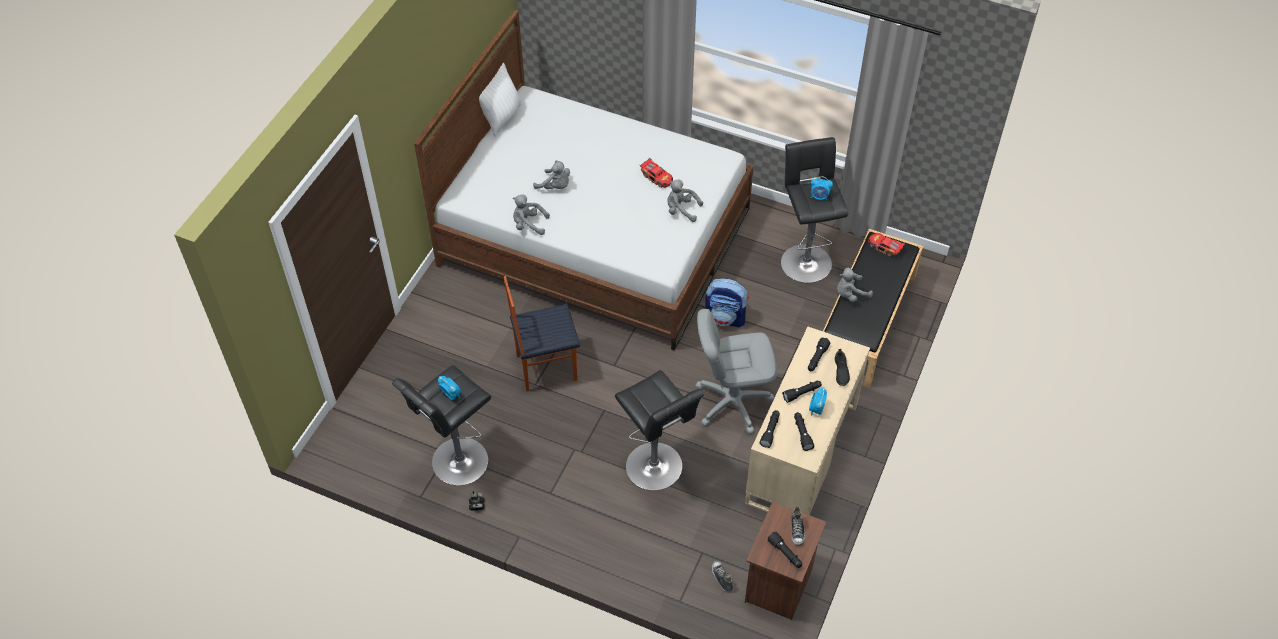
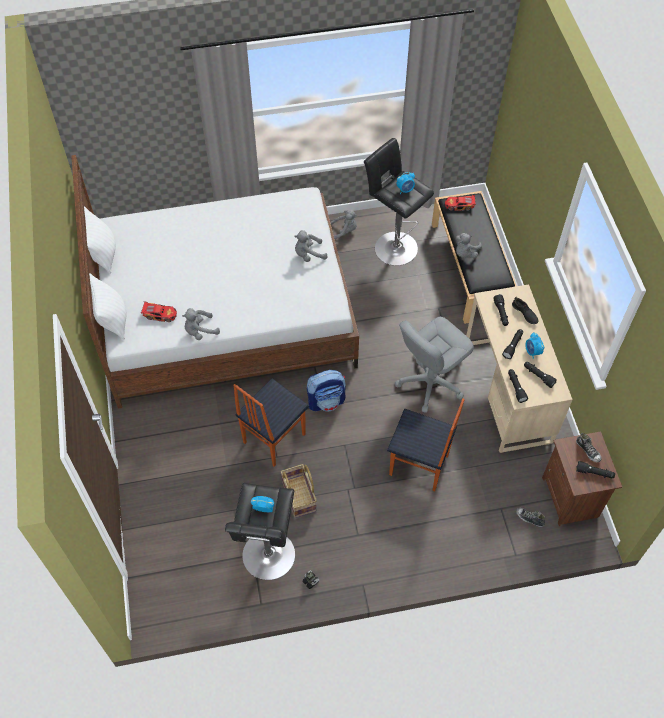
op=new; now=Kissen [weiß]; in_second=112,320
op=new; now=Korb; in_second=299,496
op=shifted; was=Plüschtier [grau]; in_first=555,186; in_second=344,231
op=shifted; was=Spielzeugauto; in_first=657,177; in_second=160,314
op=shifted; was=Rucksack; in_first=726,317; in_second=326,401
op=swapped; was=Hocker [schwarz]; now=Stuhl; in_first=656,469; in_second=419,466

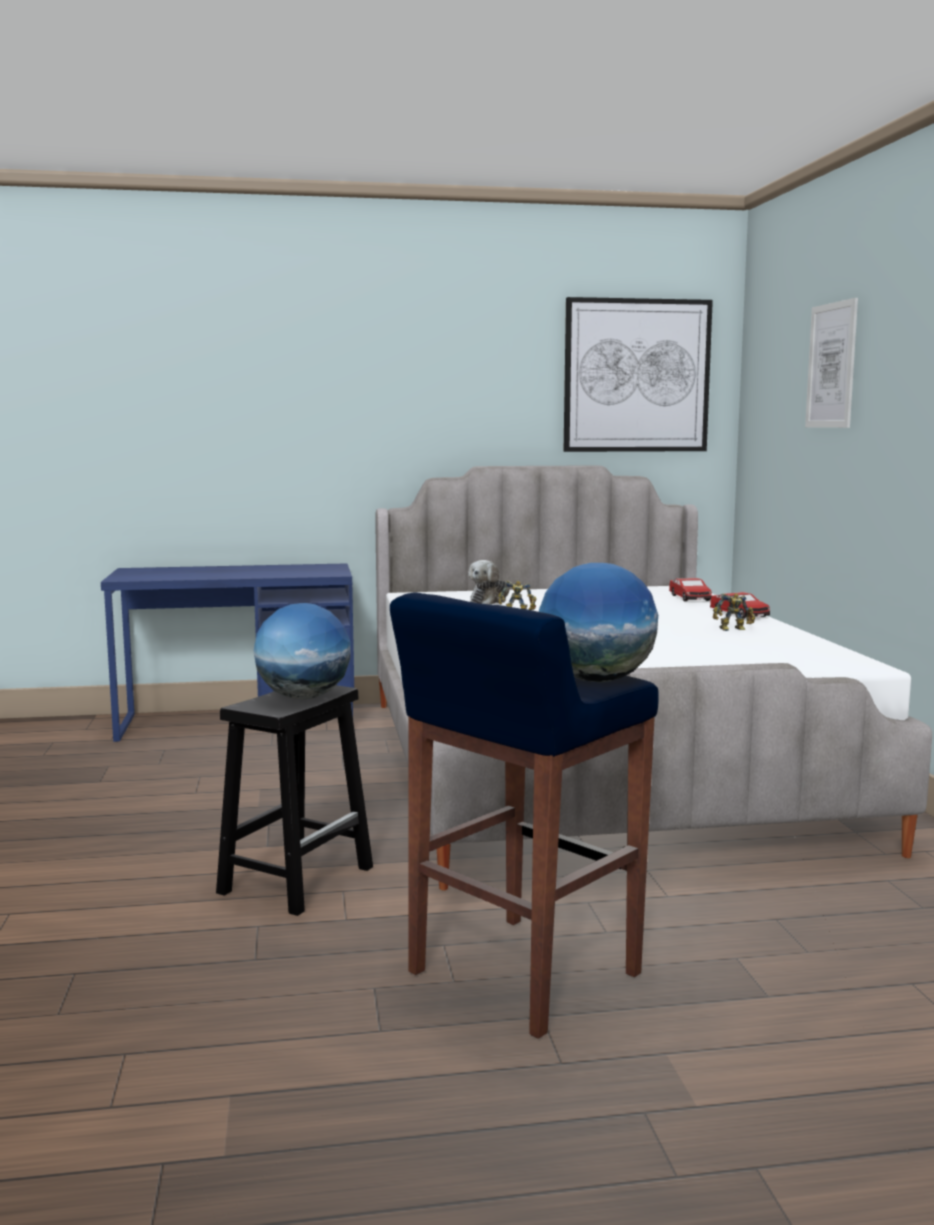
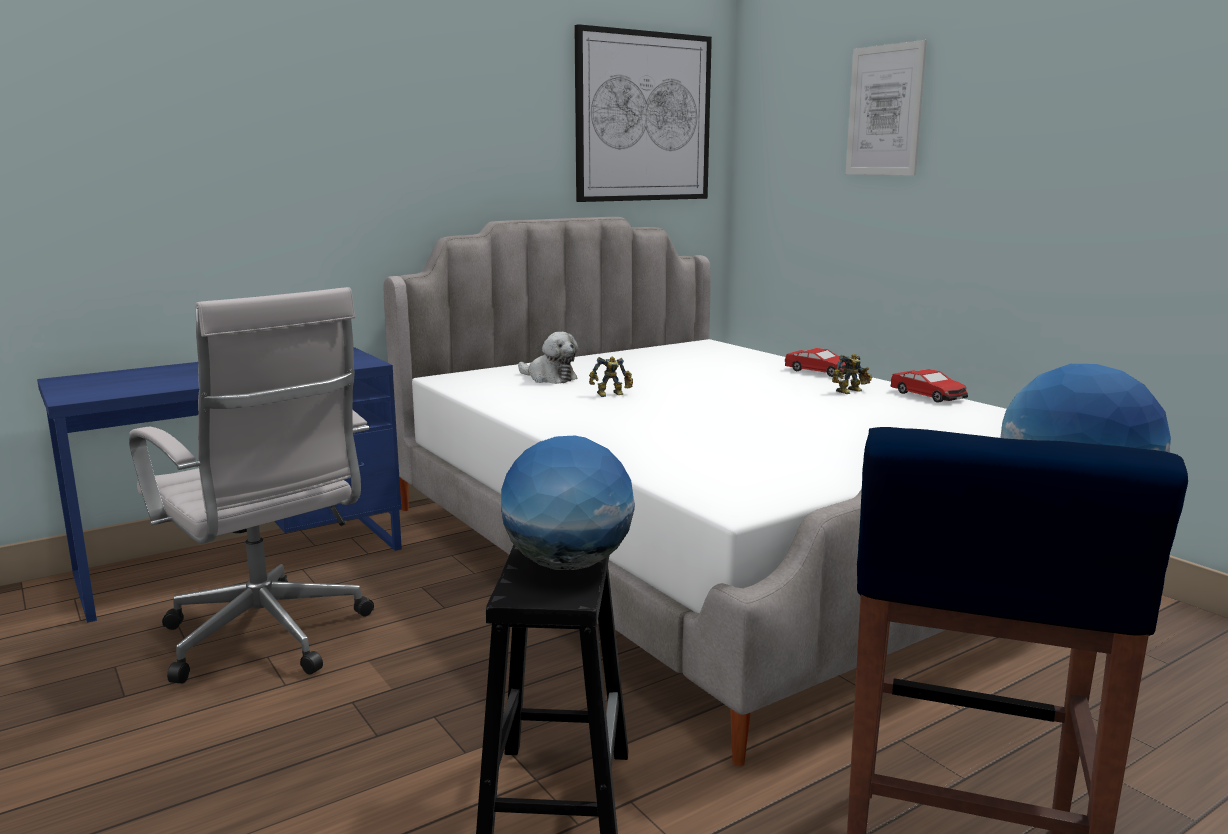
op=new; now=Bürostuhl [weiß]; in_second=269,639
op=shifted; was=Spielzeugauto; in_first=690,598; in_second=928,395
op=rotated; was=Plüschtier; in_first=489,600; in_second=549,378; clockwise=-60

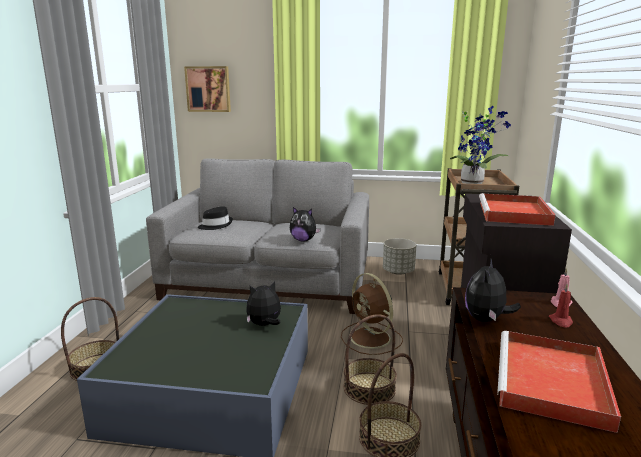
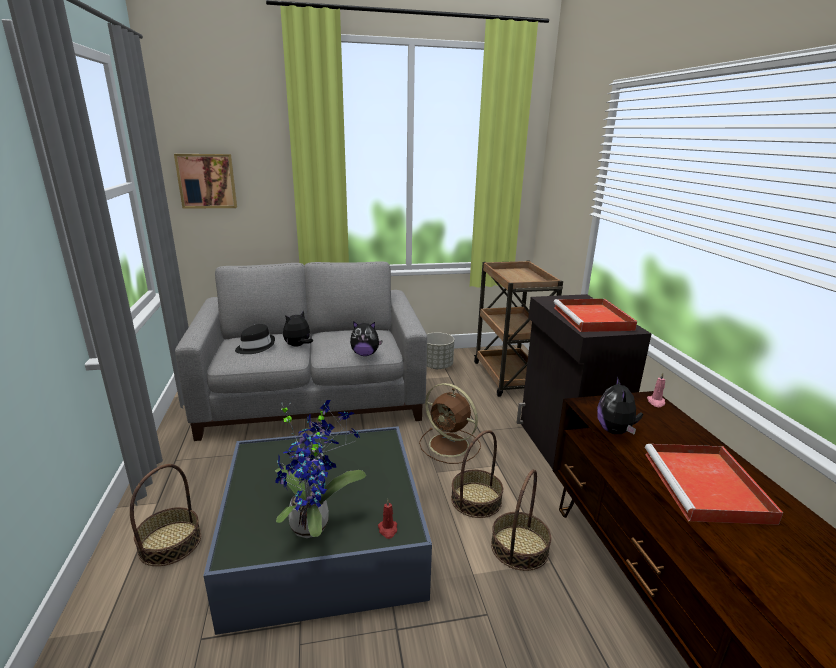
op=shifted; was=Plüschtier; in_first=264,325; in_second=298,346
op=shifted; was=Topfpflanze; in_first=474,183; in_second=314,523
op=shifted; was=Kerze [rot]; in_first=561,321; in_second=388,530

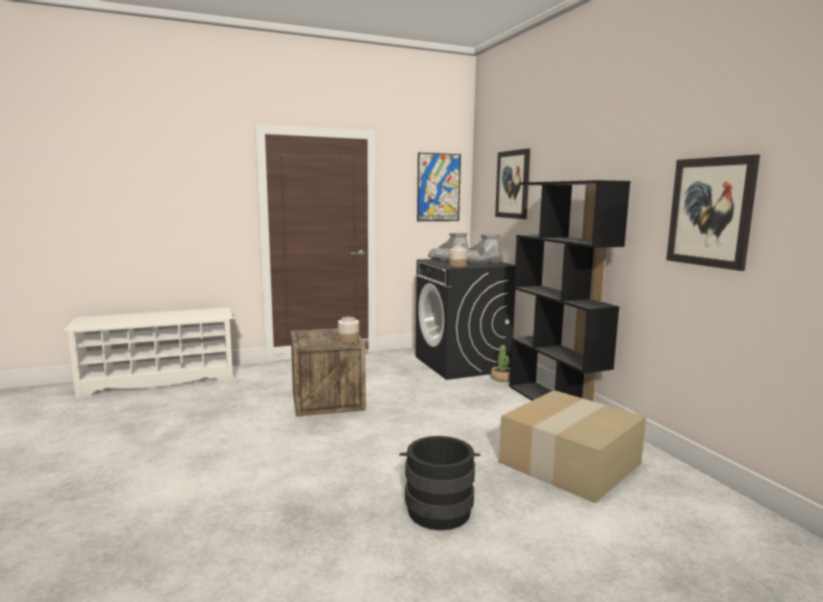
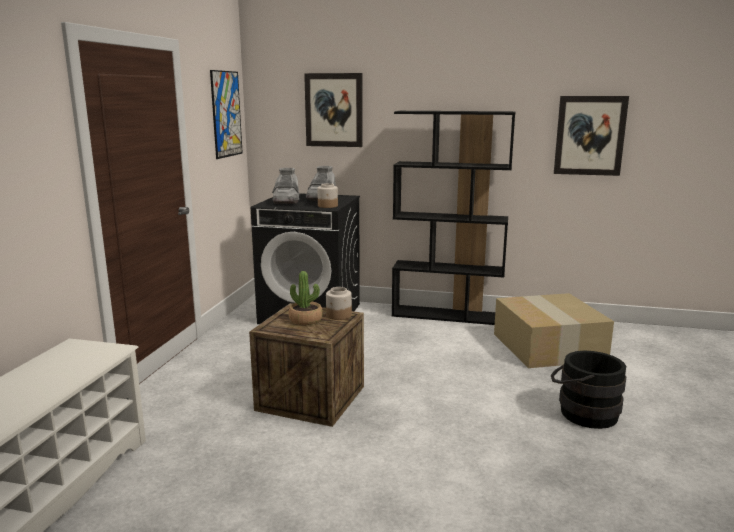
op=shifted; was=Topfpflanze; in_first=502,379; in_second=305,320

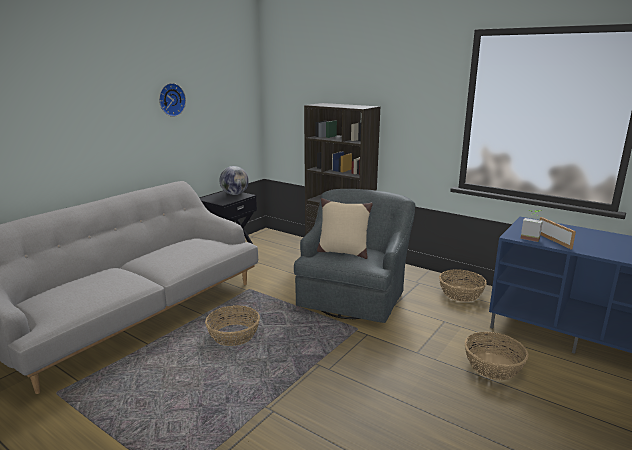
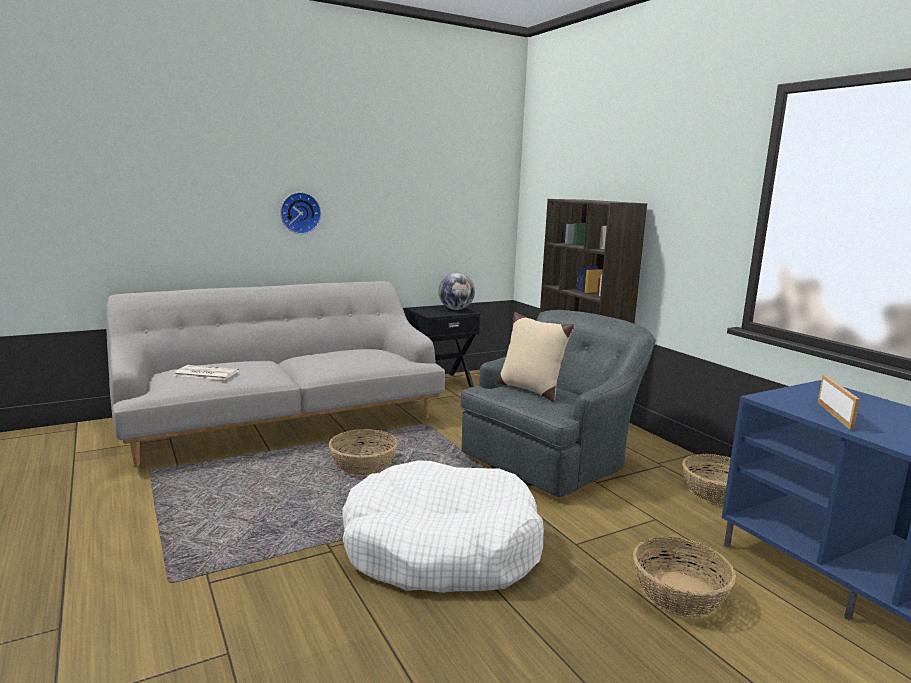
op=gone; was=Topfpflanze; in_first=530,238
op=new; now=Zeitung; in_second=205,373
op=new; now=Hundebett [weiß]; in_second=441,548
op=shifted; was=Wanduhr; in_first=171,99; in_second=300,213

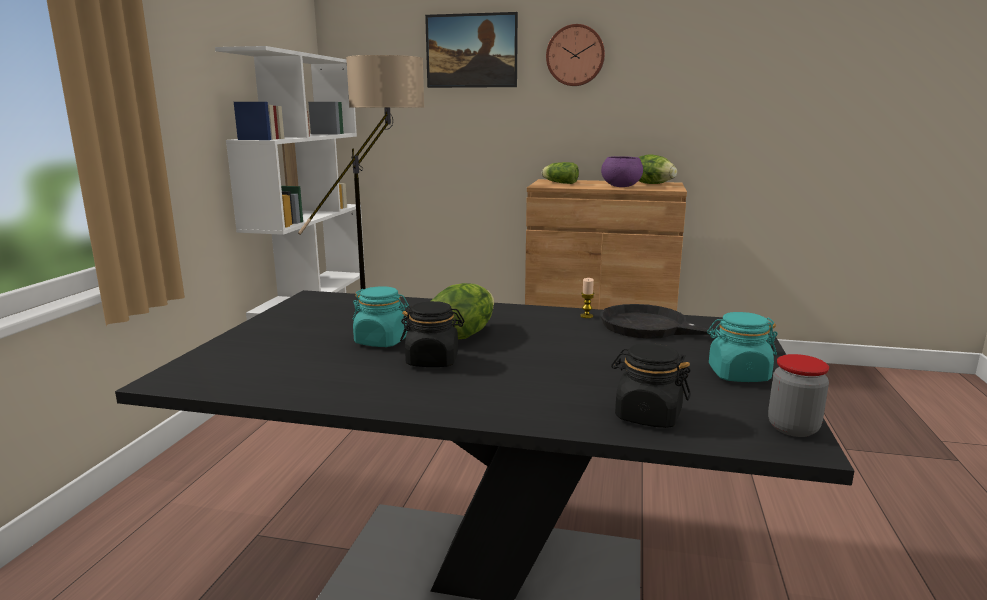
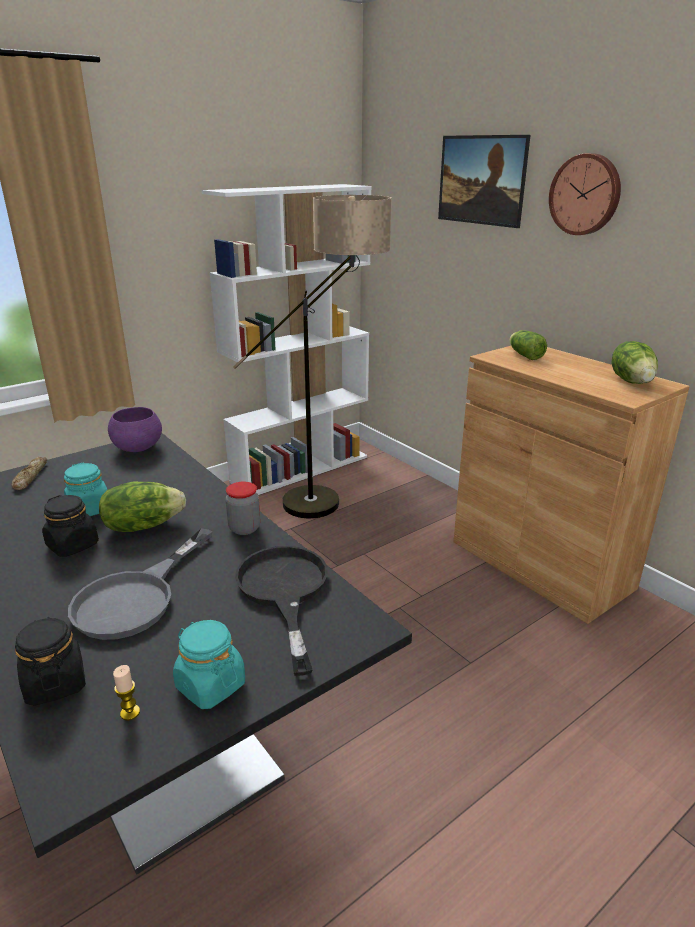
op=new; now=Brot; in_second=30,477
op=new; now=Pfanne [grau]; in_second=136,597
op=shifted; was=Kerze; in_first=586,316; in_second=130,712
op=shifted; was=Schüssel [lila]; in_first=621,186; in_second=137,448
op=shifted; was=Vorratsglas; in_first=793,428; in_second=244,528

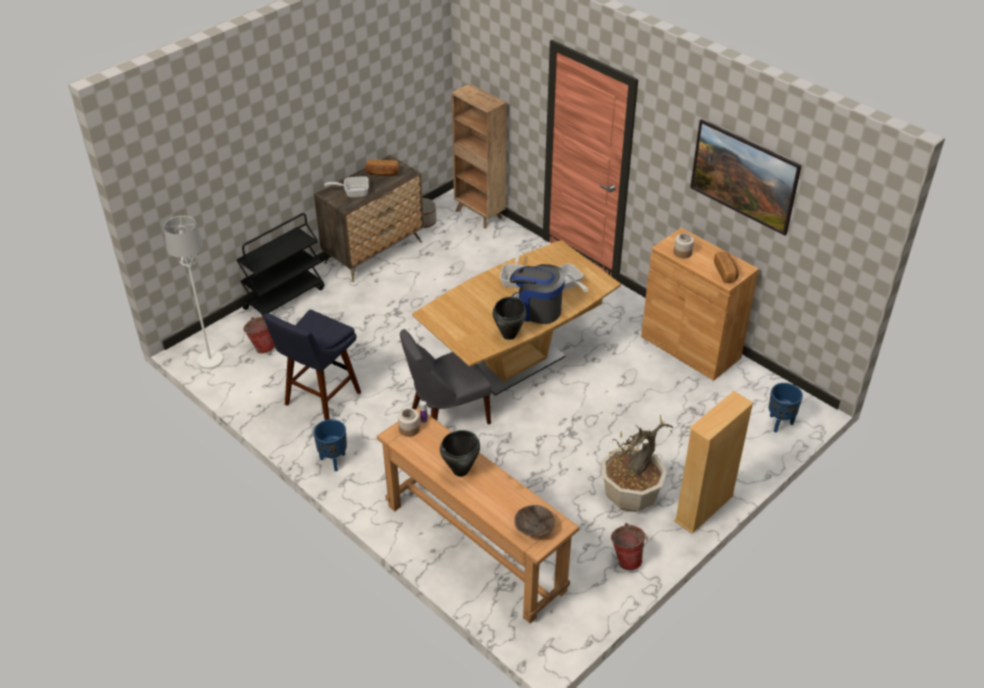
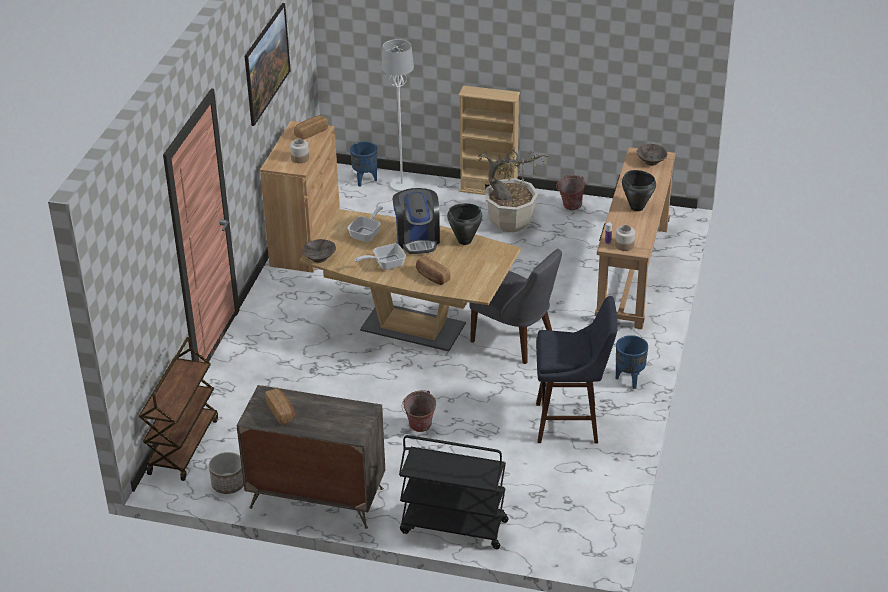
op=gone; was=Pfanne; in_first=353,193
op=new; now=Schüssel [braun]; in_second=319,258
op=new; now=Brot; in_second=432,277
op=shifted; was=Stehlampe [weiß]; in_first=210,360; in_second=401,185
op=shifted; was=Eimer; in_first=262,346; in_second=419,428
op=swapped; was=Bücherregal [braun]; now=Rollwagen [braun]; in_first=479,215; in_second=183,446

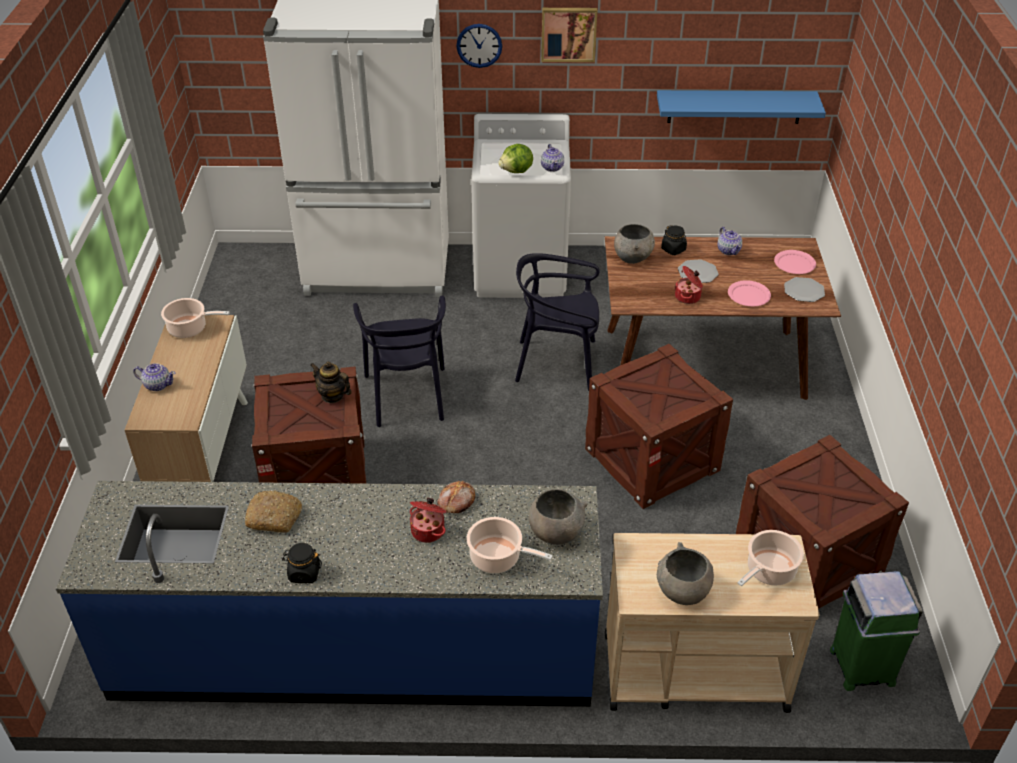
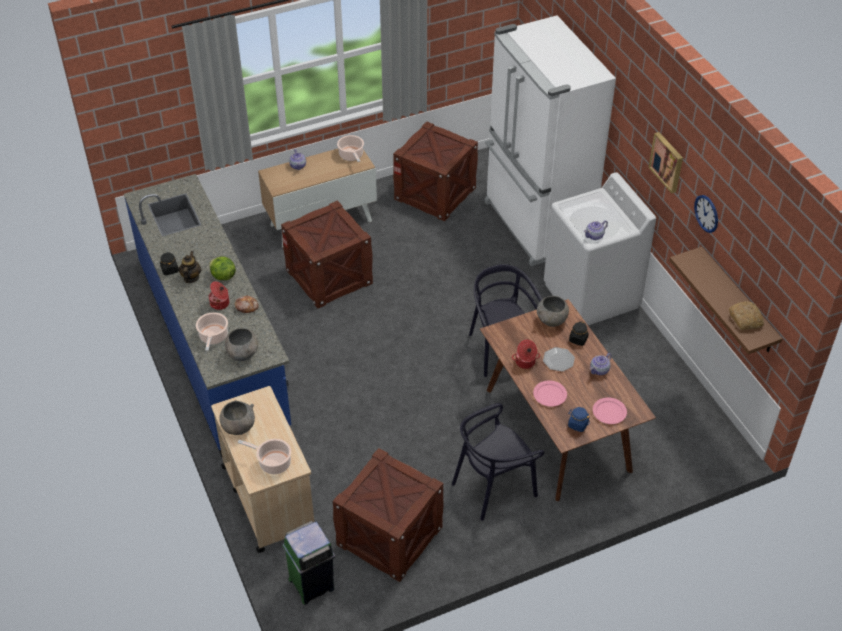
op=shifted; was=Brot; in_first=275,517; in_second=746,319
op=shifted; was=Teekanne; in_first=332,396; in_second=191,278
op=shifted; was=Stuhl [schwarz]; in_first=407,396; in_second=493,487
op=shifted; was=Wanduhr; in_first=479,45; in_second=706,213
op=shifted; was=Salatkopf; in_first=516,171; in_second=223,276
op=shifted; was=Kiste; in_first=651,459; in_second=435,193
op=swapped; was=Teller; now=Vorratsglas [blau]; in_first=804,291; in_second=577,425
op=repainted; was=Wandregal [blau]; now=Wandregal [braun]; in_first=734,106; in_second=737,301

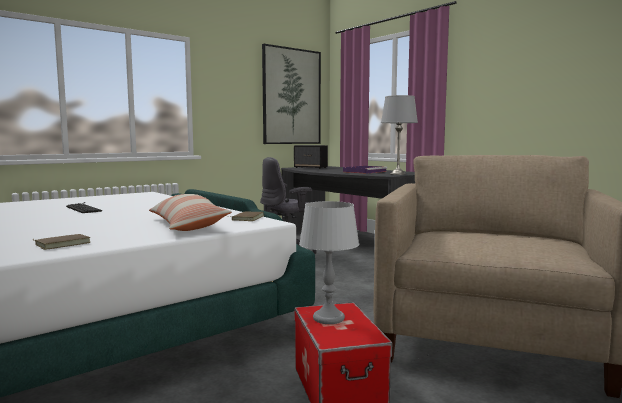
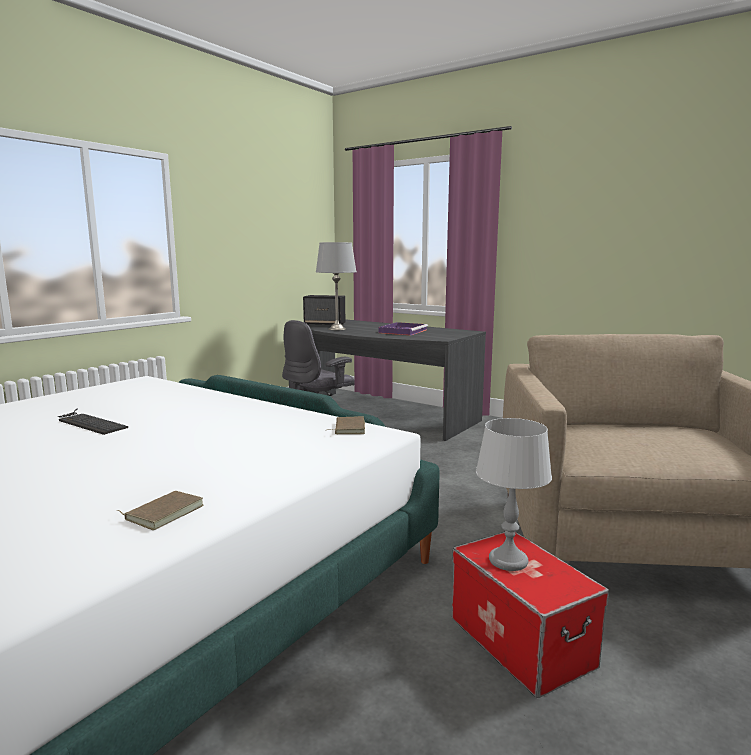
op=gone; was=Kissen; in_first=187,225
op=gone; was=Bild; in_first=291,96
op=shifted; was=Tischlampe [grau]; in_first=398,174; in_second=337,329

